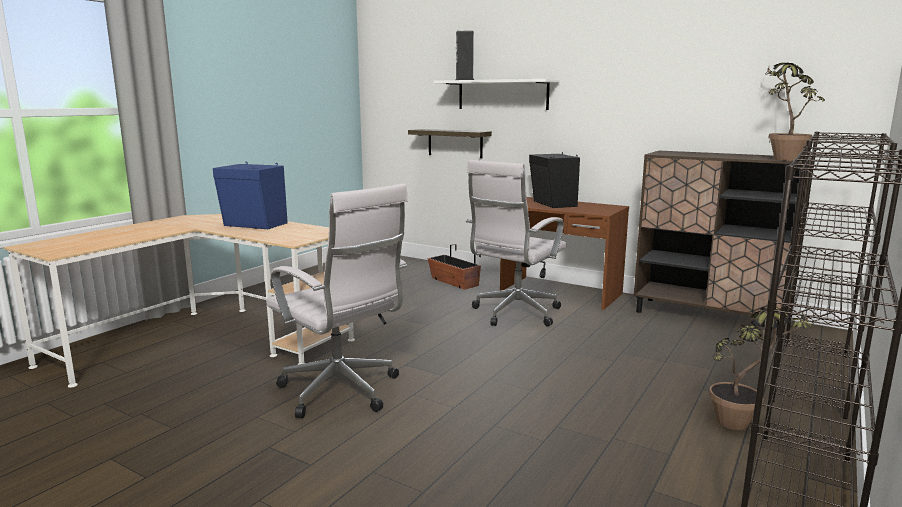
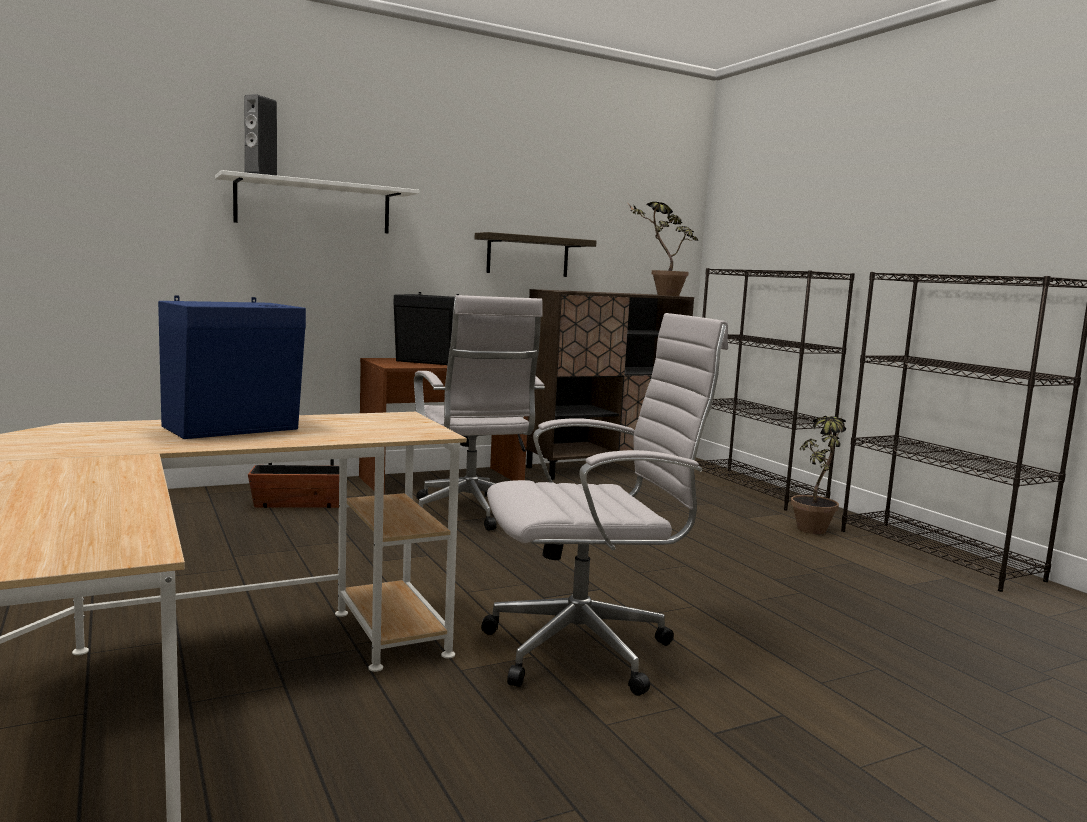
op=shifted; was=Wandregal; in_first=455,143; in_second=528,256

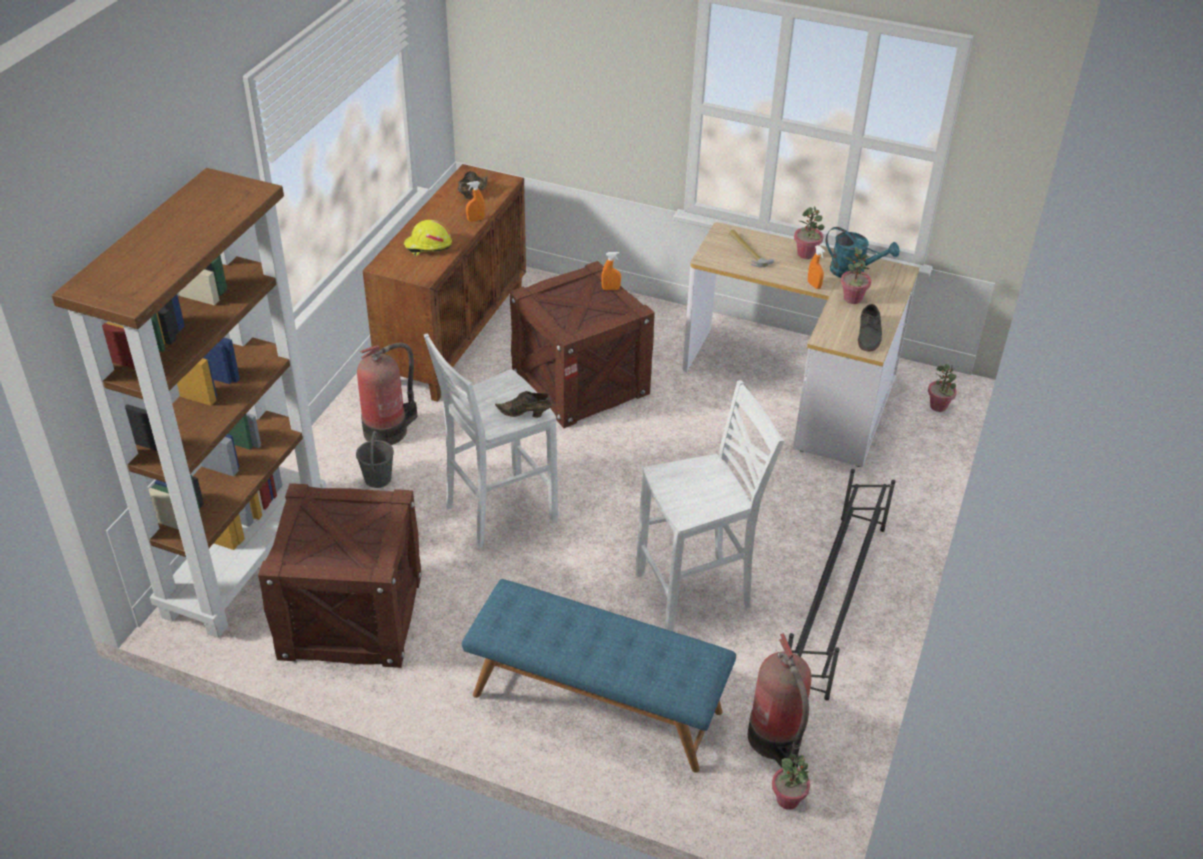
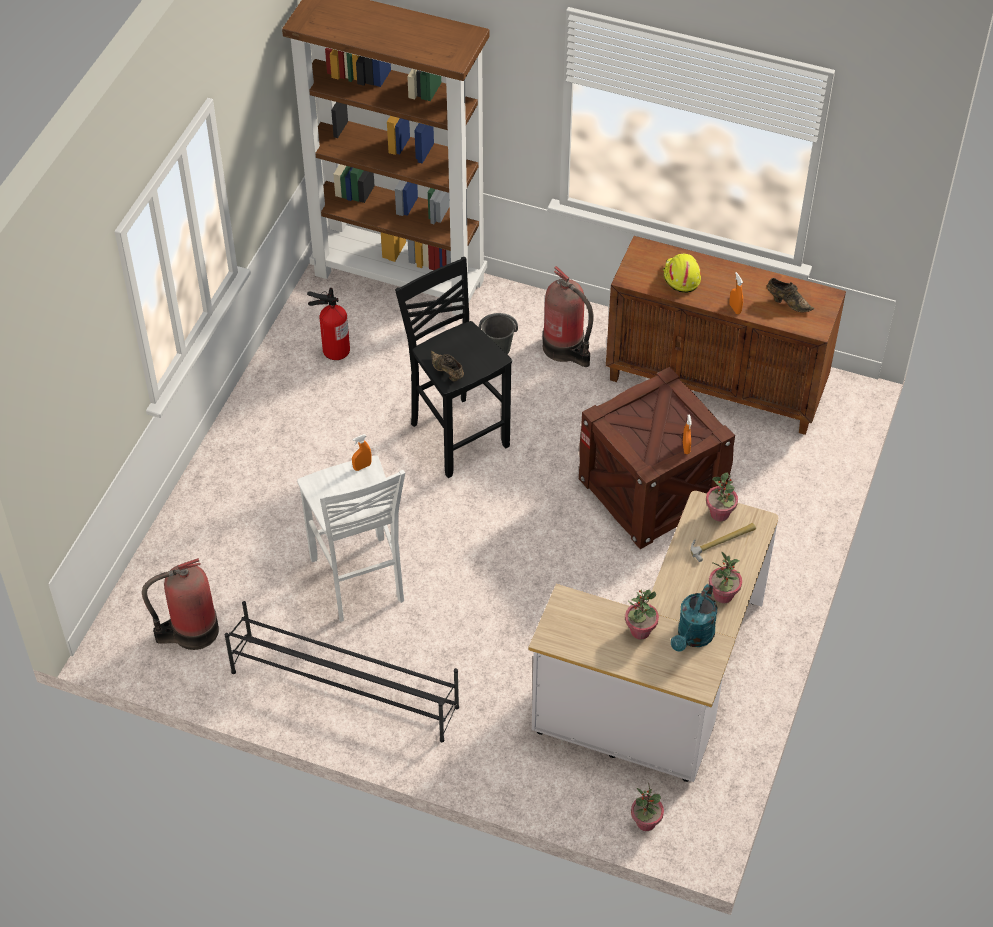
op=gone; was=Bank [blau]; in_first=596,704
op=gone; was=Schuh [grau]; in_first=869,334
op=shifted; was=Topfpflanze; in_first=788,799; in_second=720,514
op=shifted; was=Sprühflasche [orange]; in_first=814,285; in_second=362,466
op=swapped; was=Kiste; now=Feuerlöscher; in_first=351,616; in_second=335,350
op=repainted; was=Hocker [weiß]; now=Hocker [schwarz]; in_first=497,512; in_second=457,434
op=rotated; was=Schuh [braun]; in_first=525,414; in_second=447,372; clockwise=-45

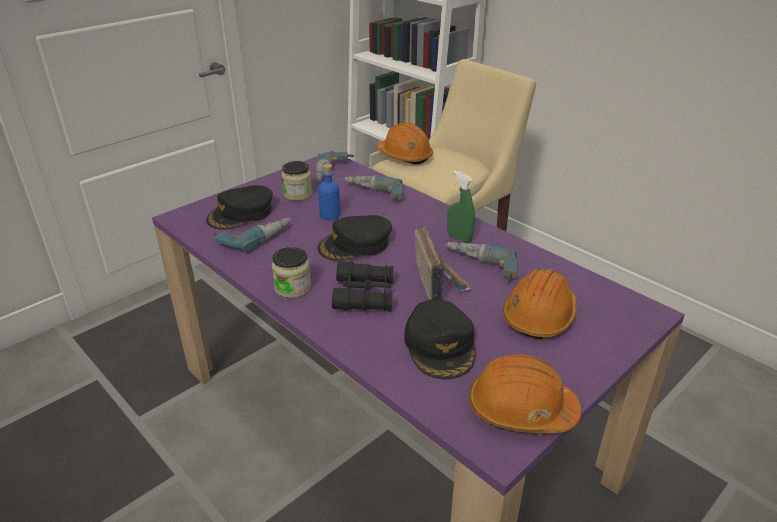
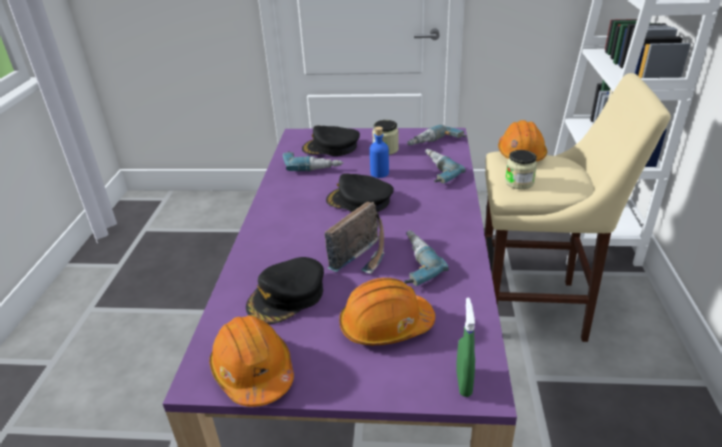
op=gone; was=Fernglas [schwarz]; in_first=364,295
op=shifted; was=Vorratsglas; in_first=293,288; in_second=519,182
op=shifted; was=Sprühflasche [grün]; in_first=459,238; in_second=463,383

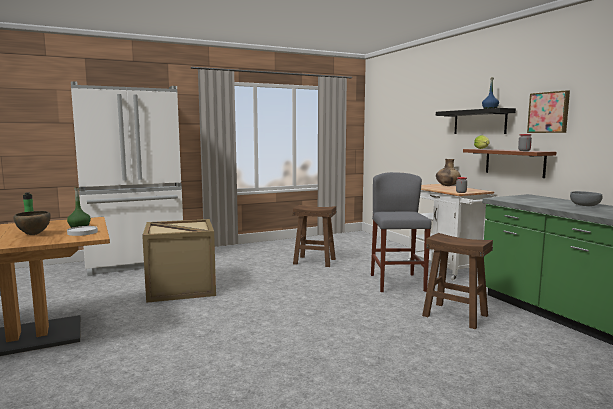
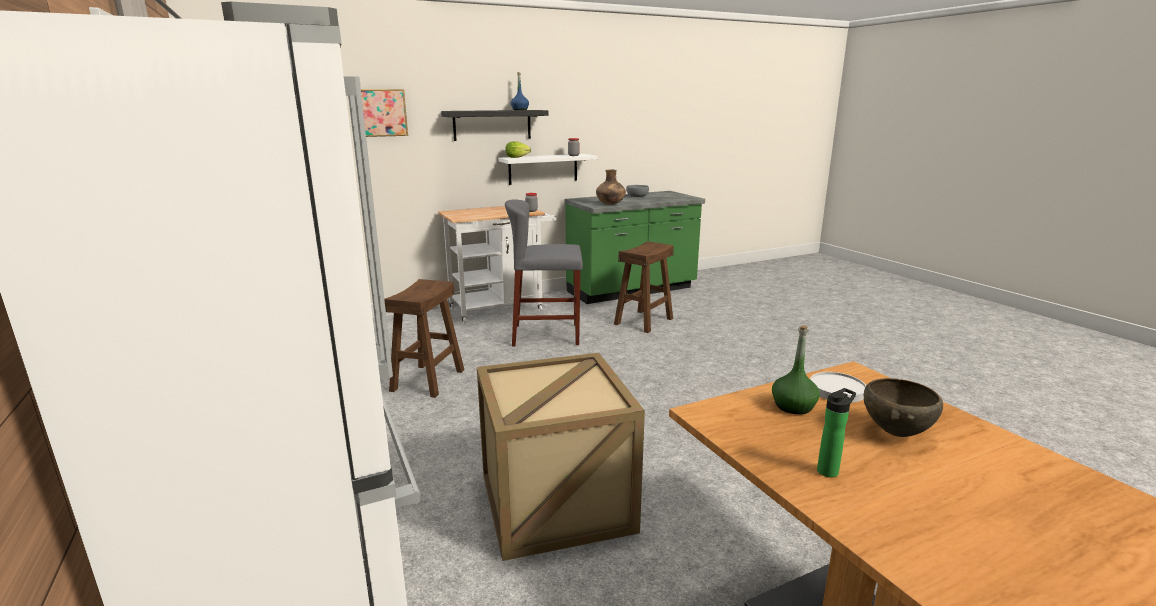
op=shifted; was=Vase [braun]; in_first=447,186; in_second=610,204
op=shifted; was=Bild; in_first=549,112; in_second=382,112
op=repainted; was=Wandregal [braun]; now=Wandregal [weiß]; in_first=514,162; in_second=543,169

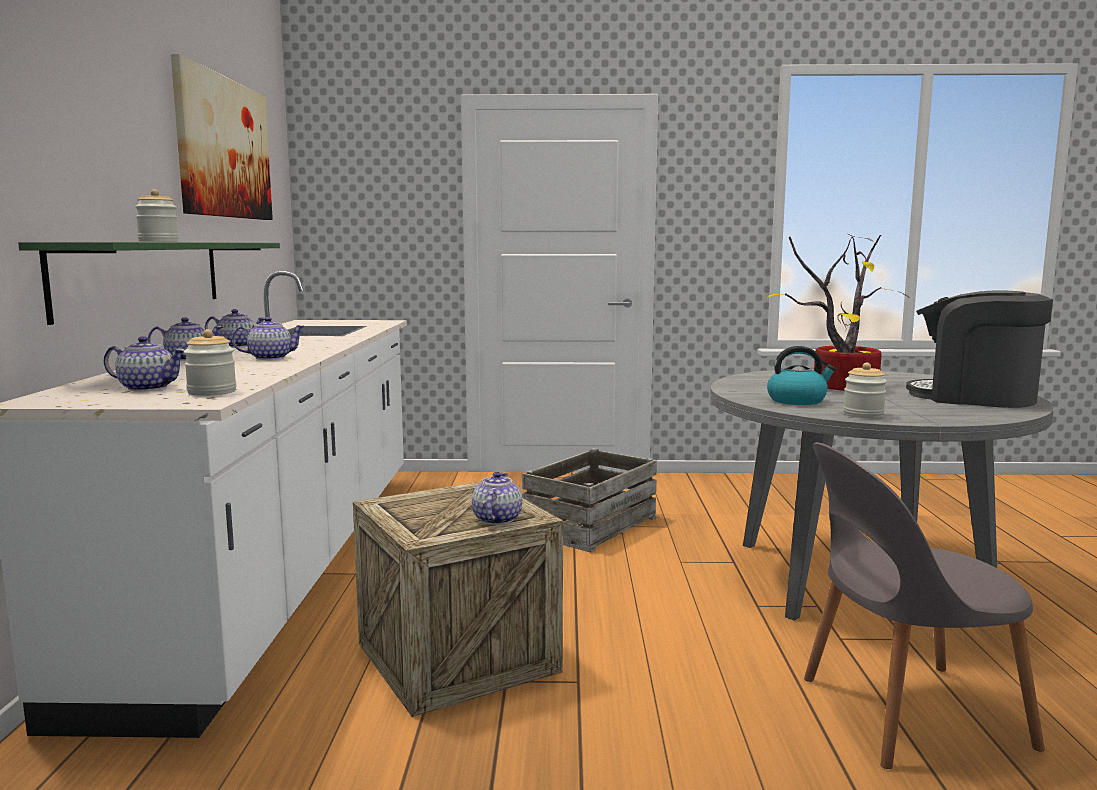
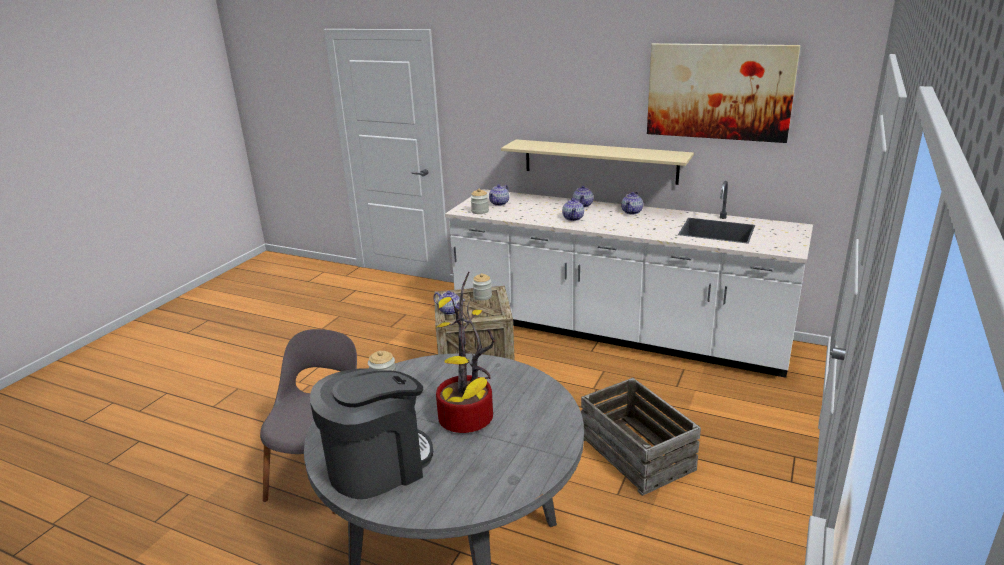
op=gone; was=Wasserkessel; in_first=797,400
op=shifted; was=Vorratsglas; in_first=158,241; in_second=482,296
op=repainted; was=Wandregal [grün]; now=Wandregal [beige]; in_first=144,276; in_second=599,161

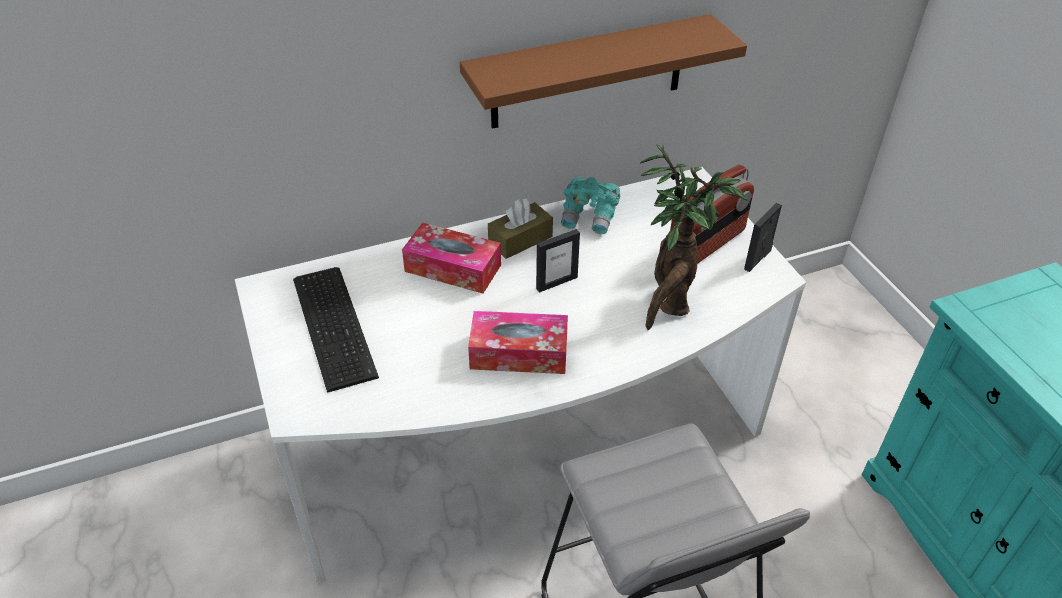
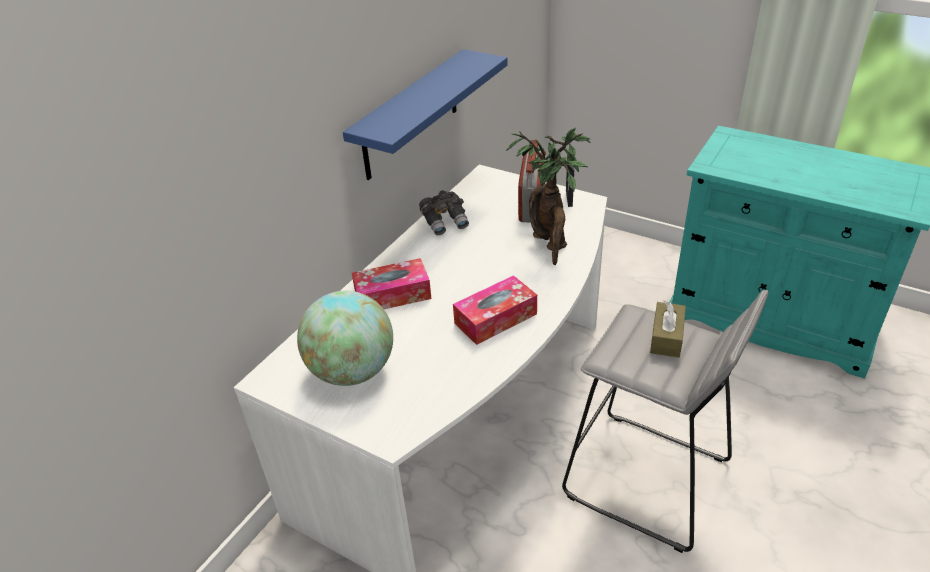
op=gone; was=Bilderrahmen; in_first=556,283
op=shifted; was=Taschentuchbox [braun]; in_first=520,240; in_second=666,337
op=swapped; was=Tastatur; now=Globus; in_first=336,324; in_second=352,371
op=repainted; was=Wandregal [braun]; now=Wandregal [blau]; in_first=588,72; in_second=411,115
op=repainted; was=Fernglas [türkis]; now=Fernglas [grau]; in_first=590,217; in_second=445,222

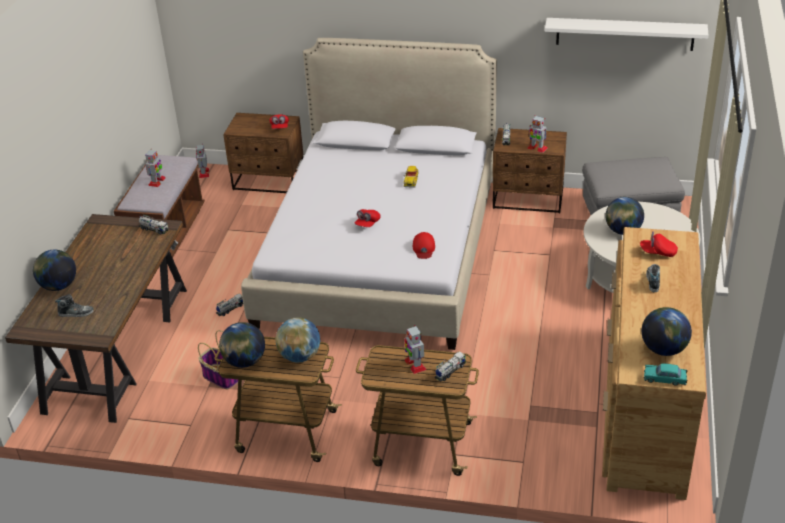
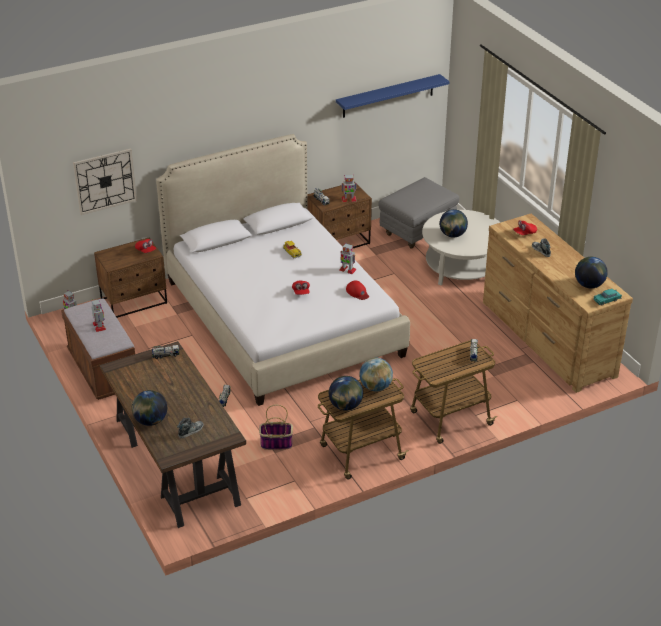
op=new; now=Wanduhr; in_second=105,181
op=shifted; was=Spielzeugroboter; in_first=415,364; in_second=347,270
op=repainted; was=Wandregal [weiß]; now=Wandregal [blau]; in_first=624,34; in_second=388,96

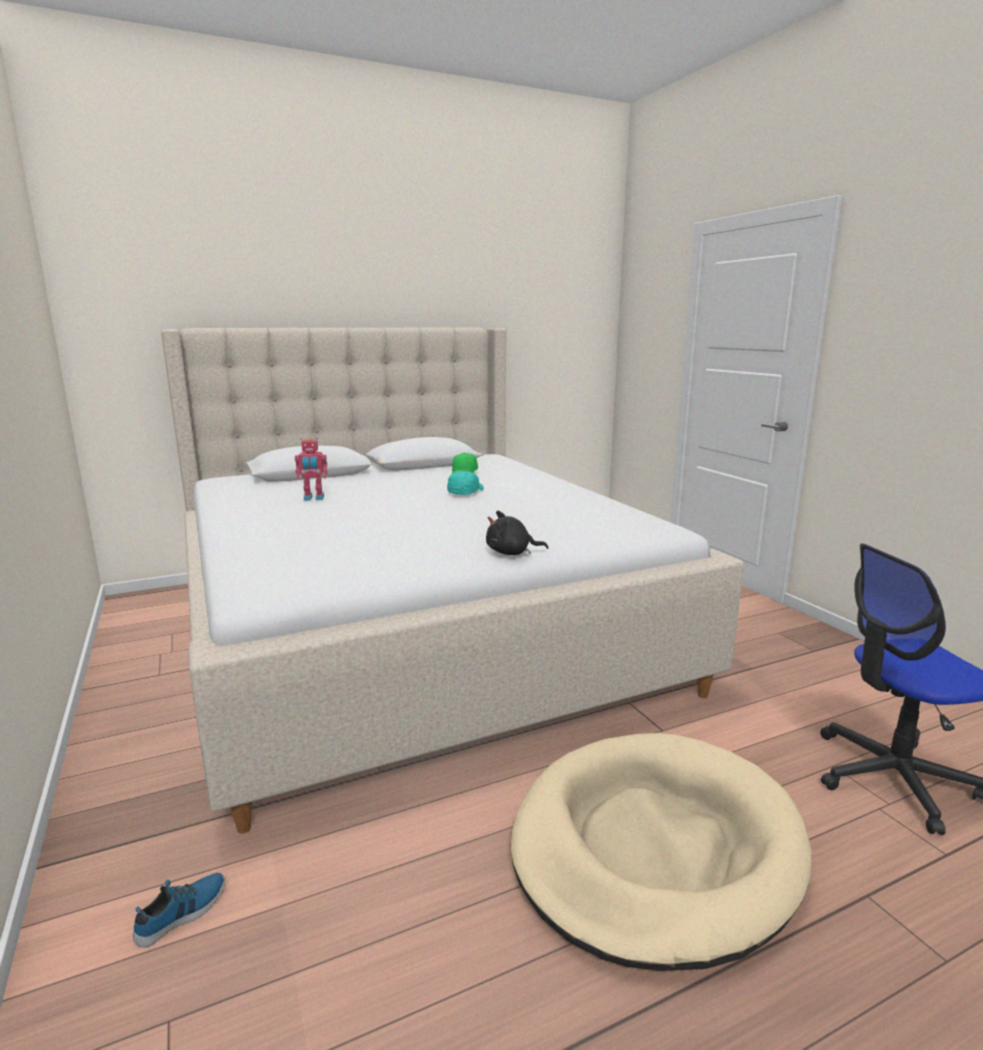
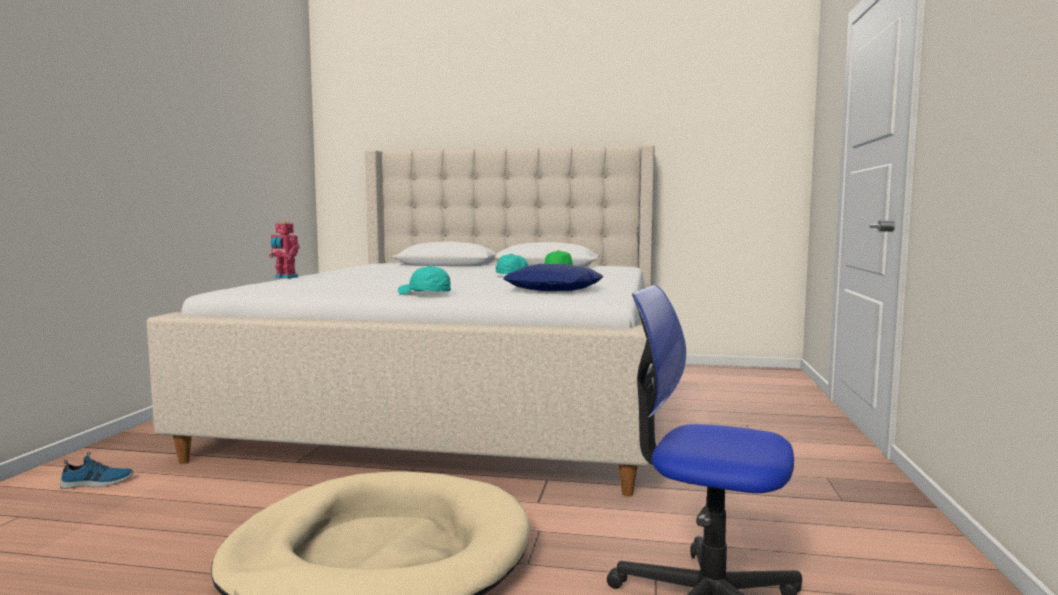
op=new; now=Kissen [blau]; in_second=554,289
op=shifted; was=Spielzeugroboter; in_first=313,498; in_second=285,277
op=swapped; was=Plüschtier [schwarz]; now=Kappe [türkis]; in_first=511,553; in_second=424,294

